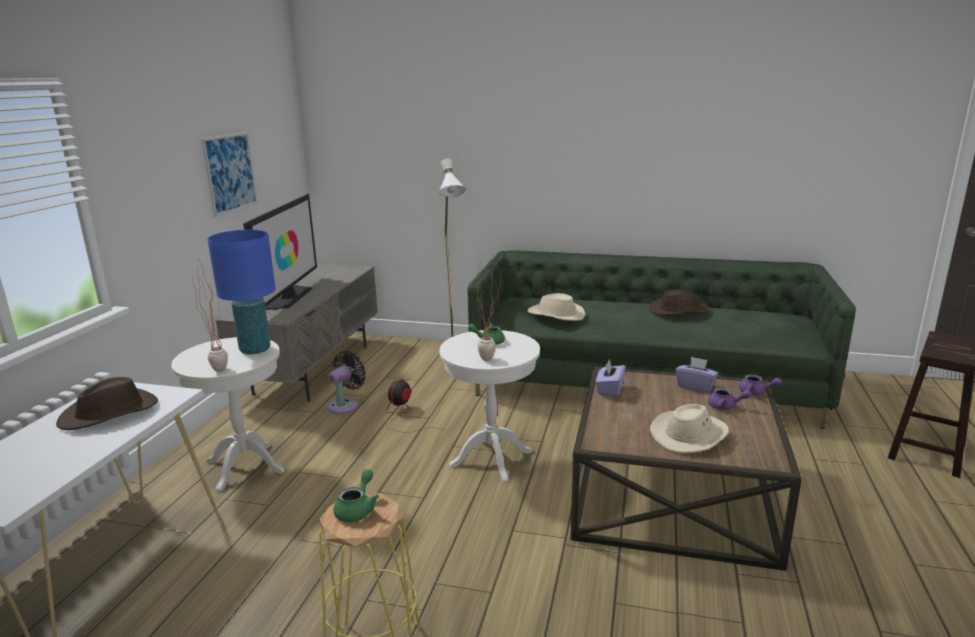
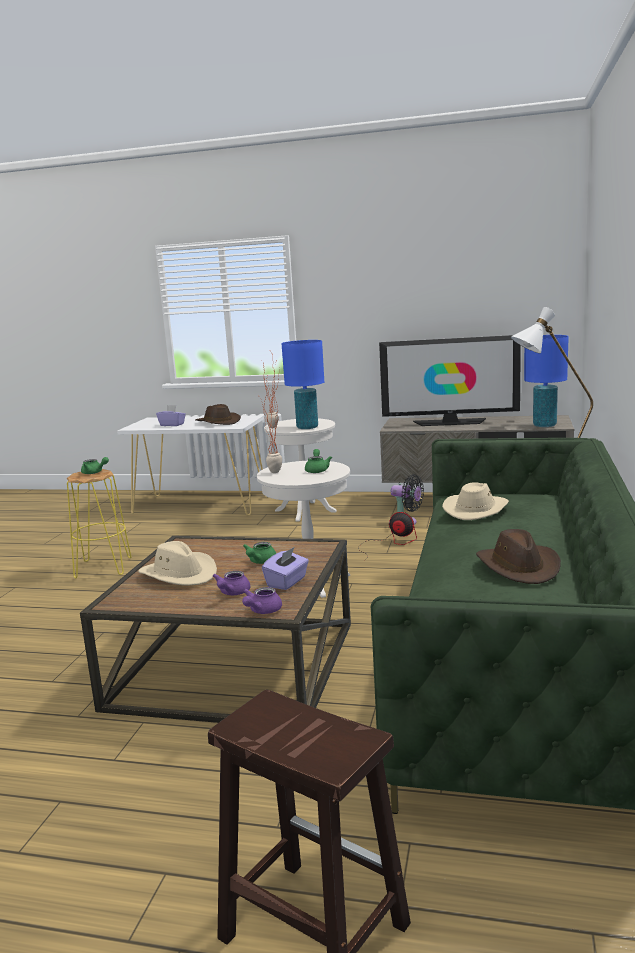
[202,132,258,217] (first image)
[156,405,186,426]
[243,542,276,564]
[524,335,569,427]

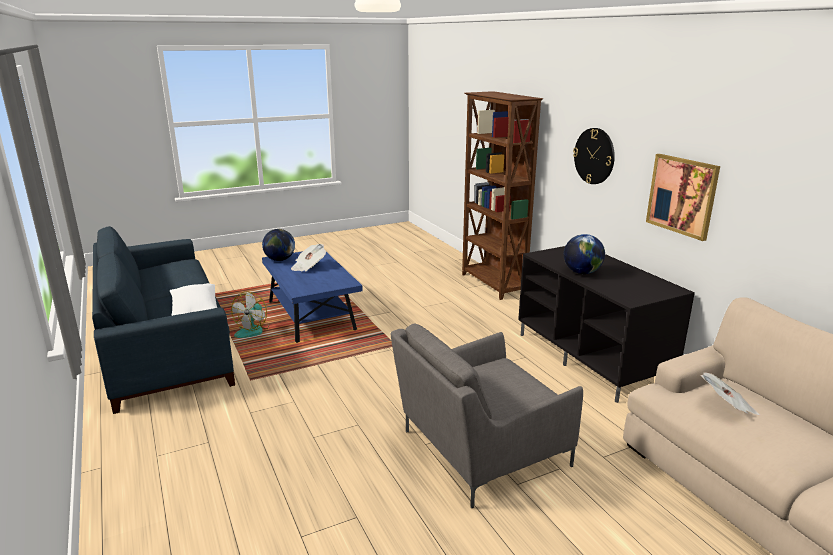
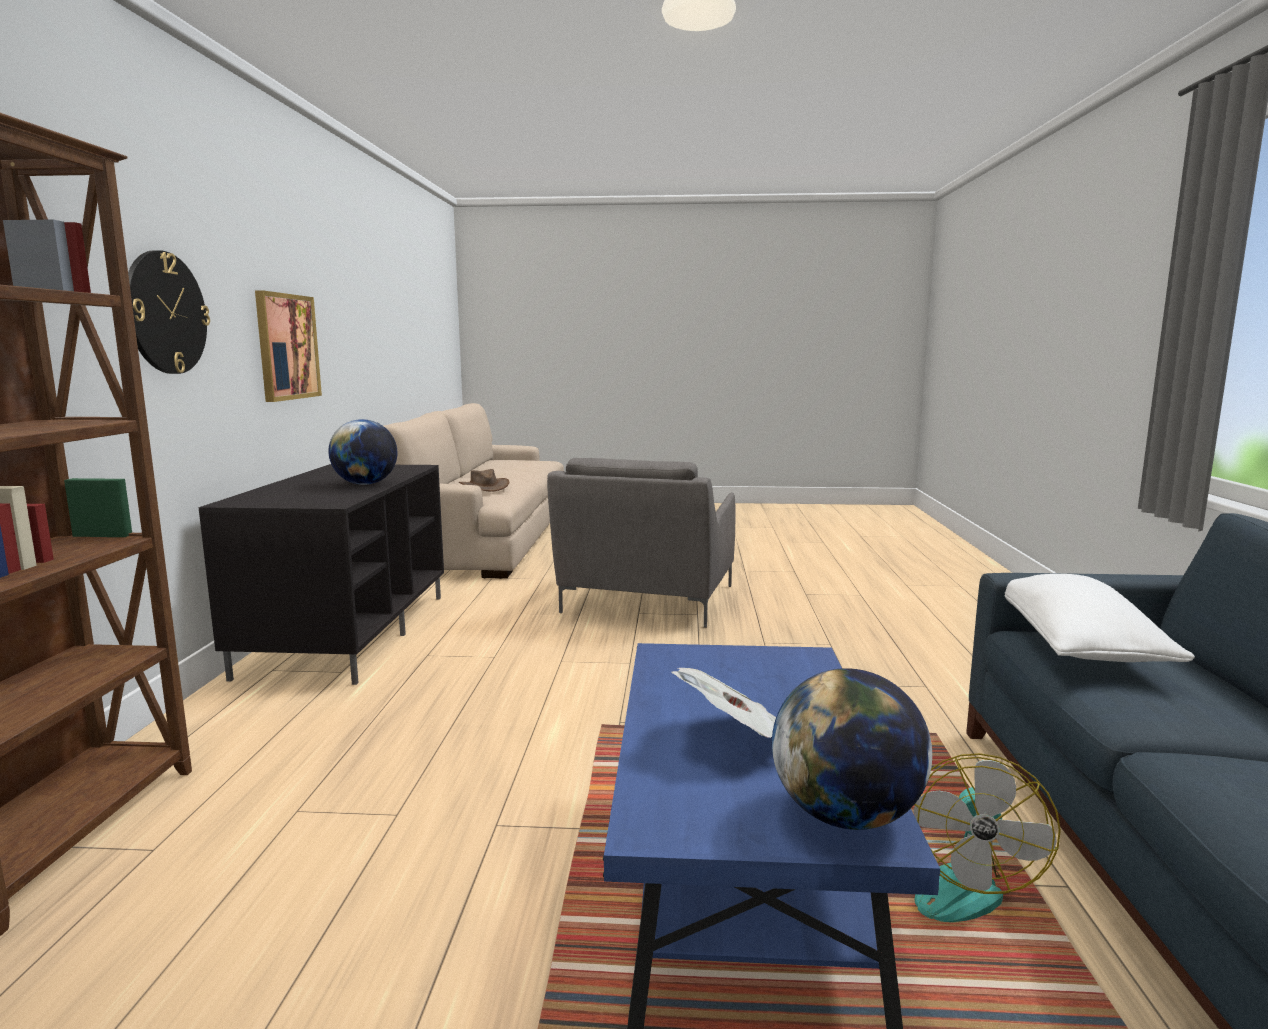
[914,753,1061,922]
[547,458,735,628]
[459,469,509,492]

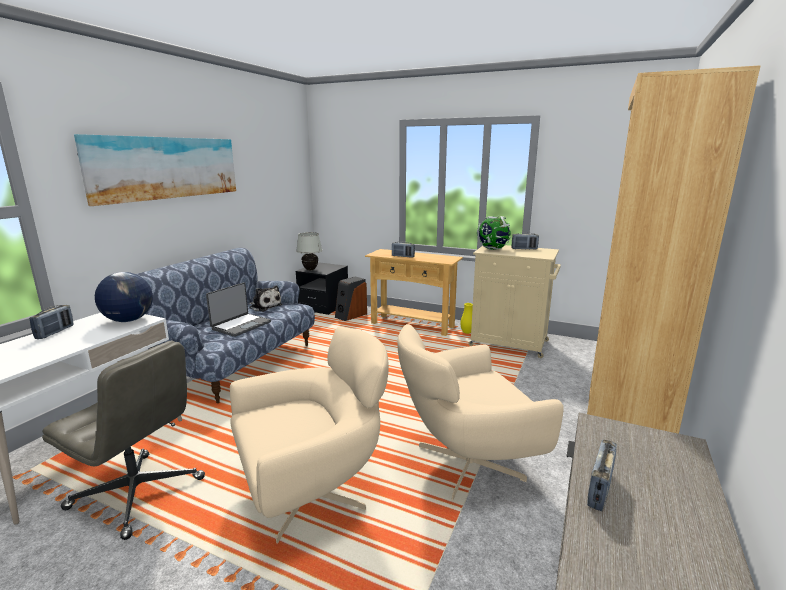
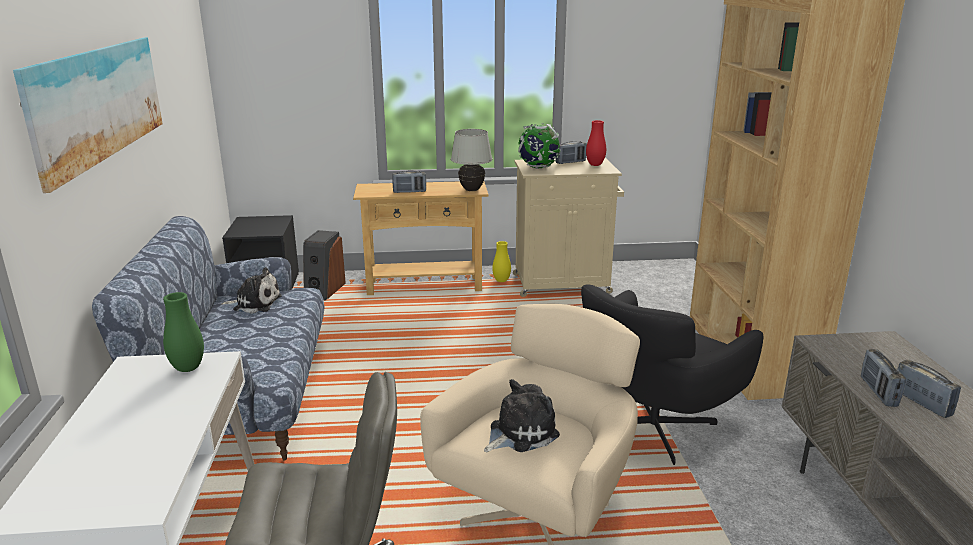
[898,360,961,418]
[163,292,204,372]
[206,282,271,337] (first image)
[451,129,492,191]
[581,284,763,465]
[484,379,560,452]
[586,120,606,166]

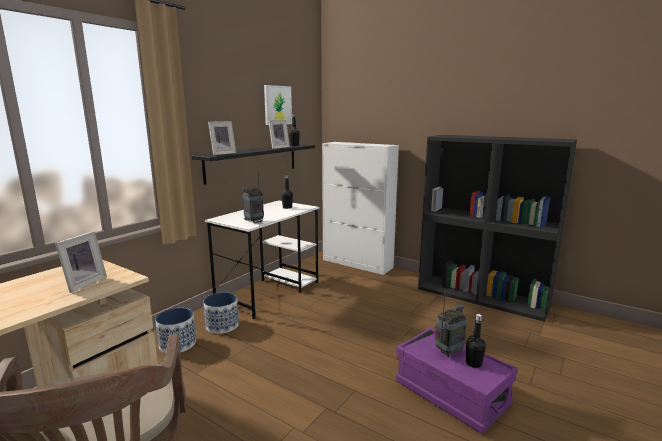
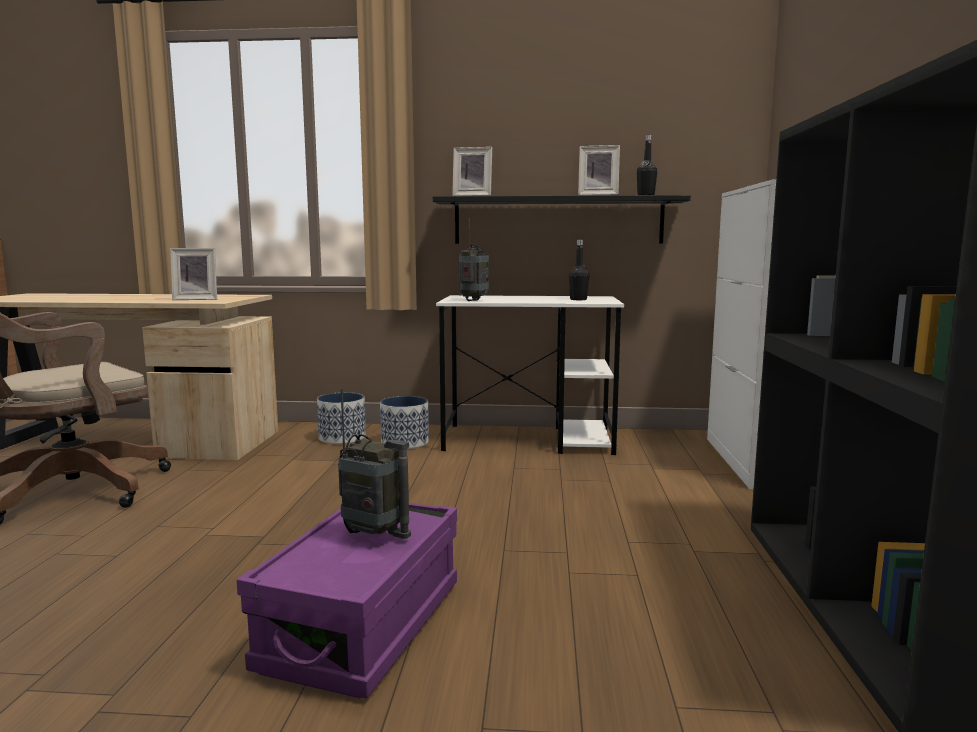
[264,85,292,125] (first image)
[466,314,486,368] (first image)

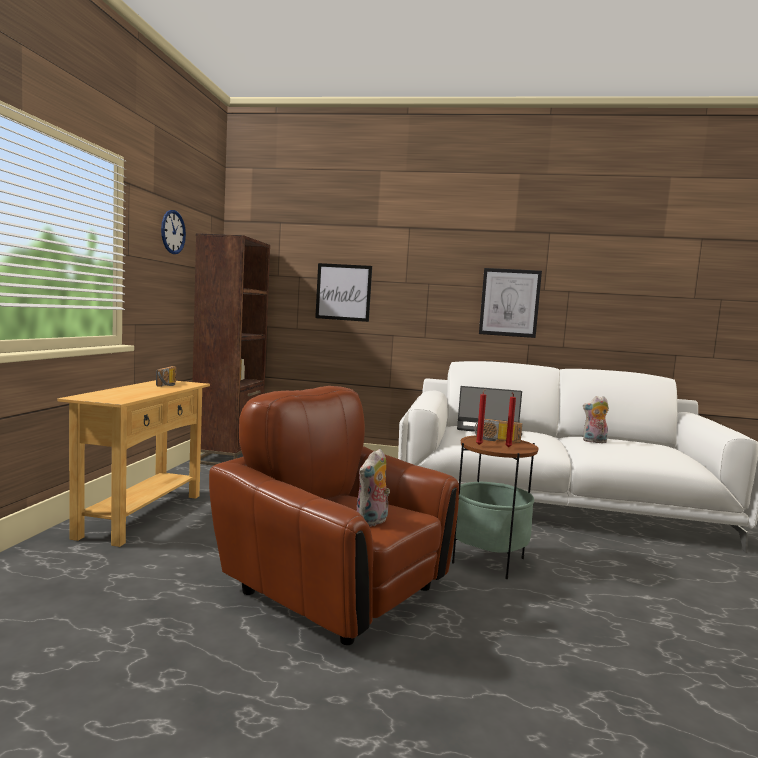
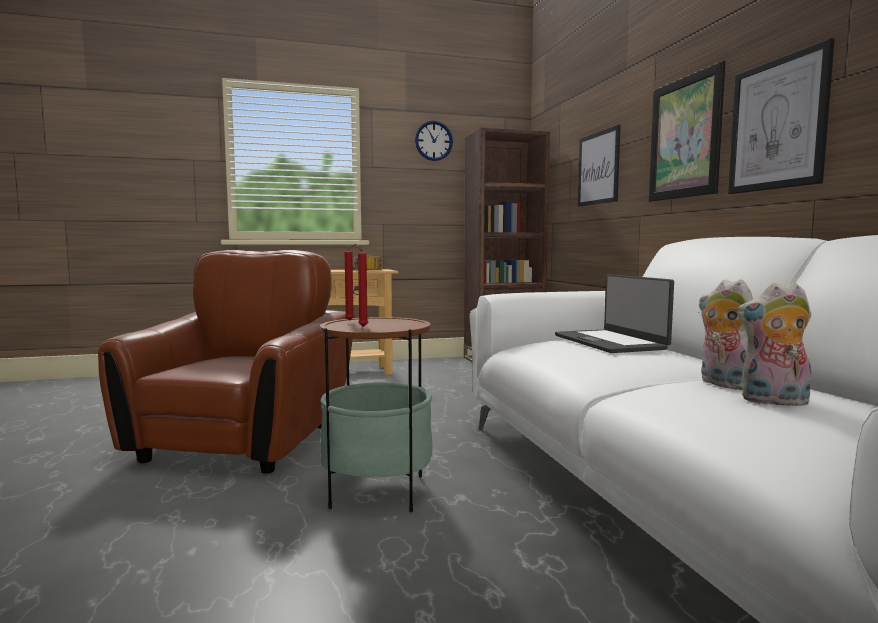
[737,282,811,406]
[475,419,522,443] (first image)
[649,61,726,202]

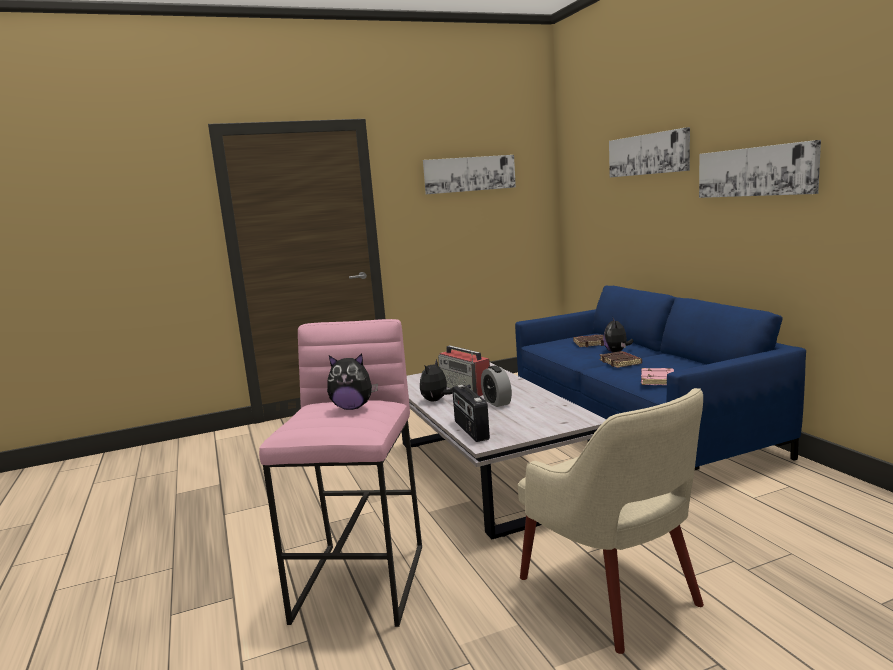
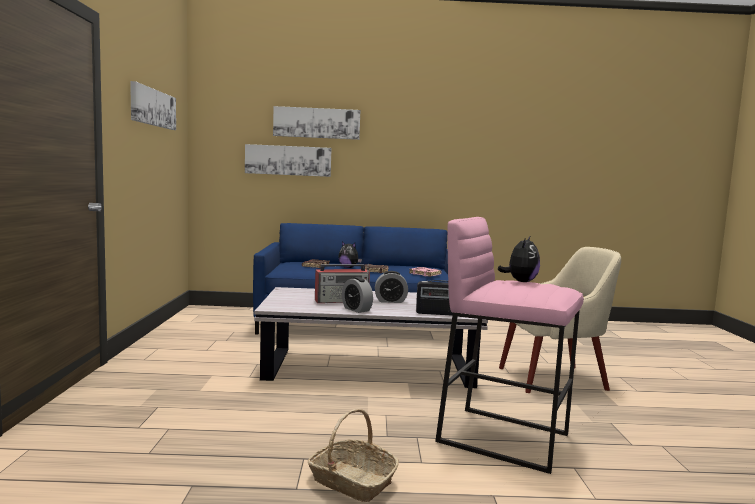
[342,277,373,313]
[245,144,332,177]
[308,409,399,502]

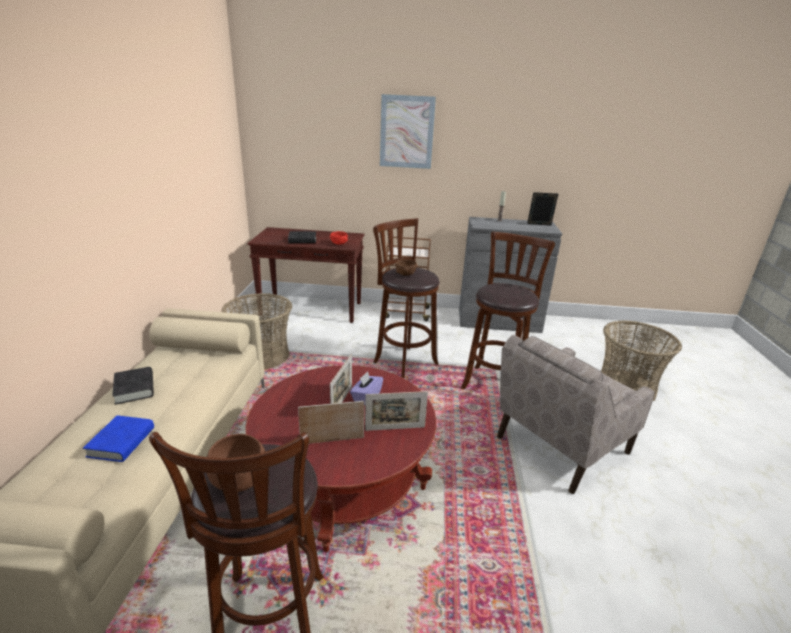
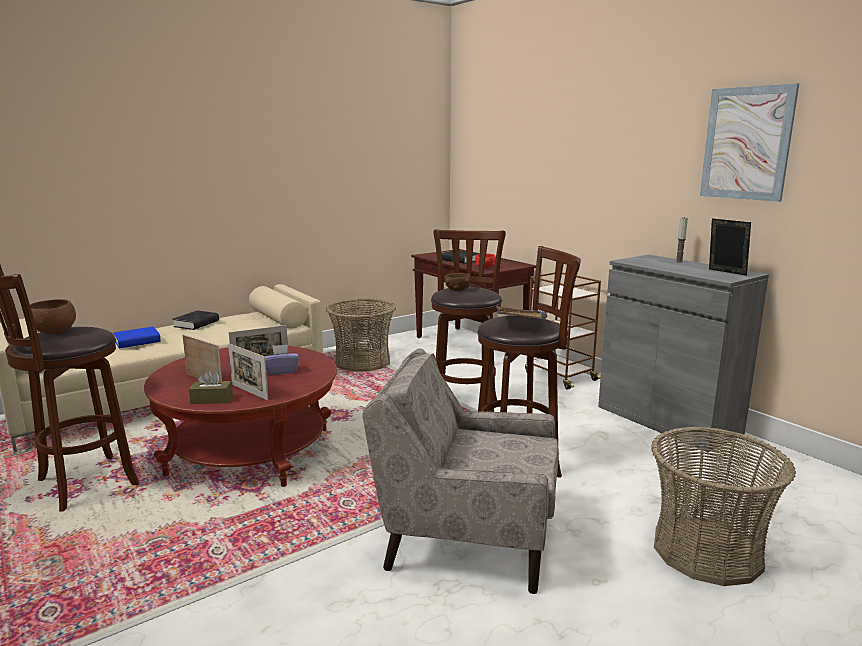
[700,83,799,202]
[189,371,233,404]
[497,306,547,319]

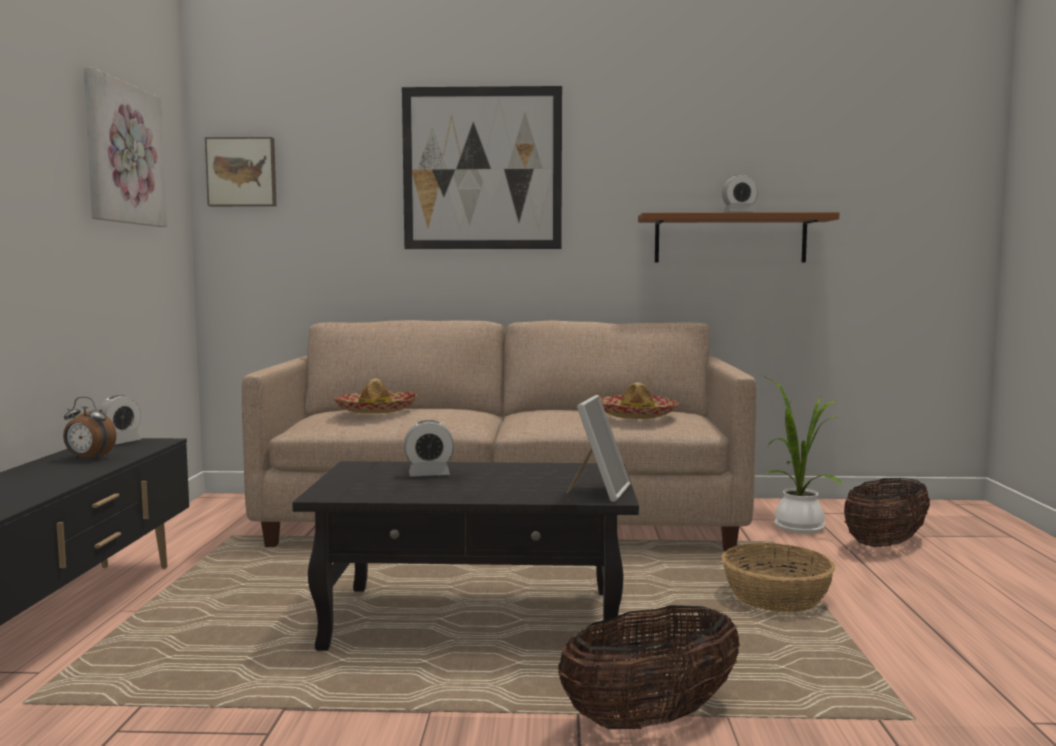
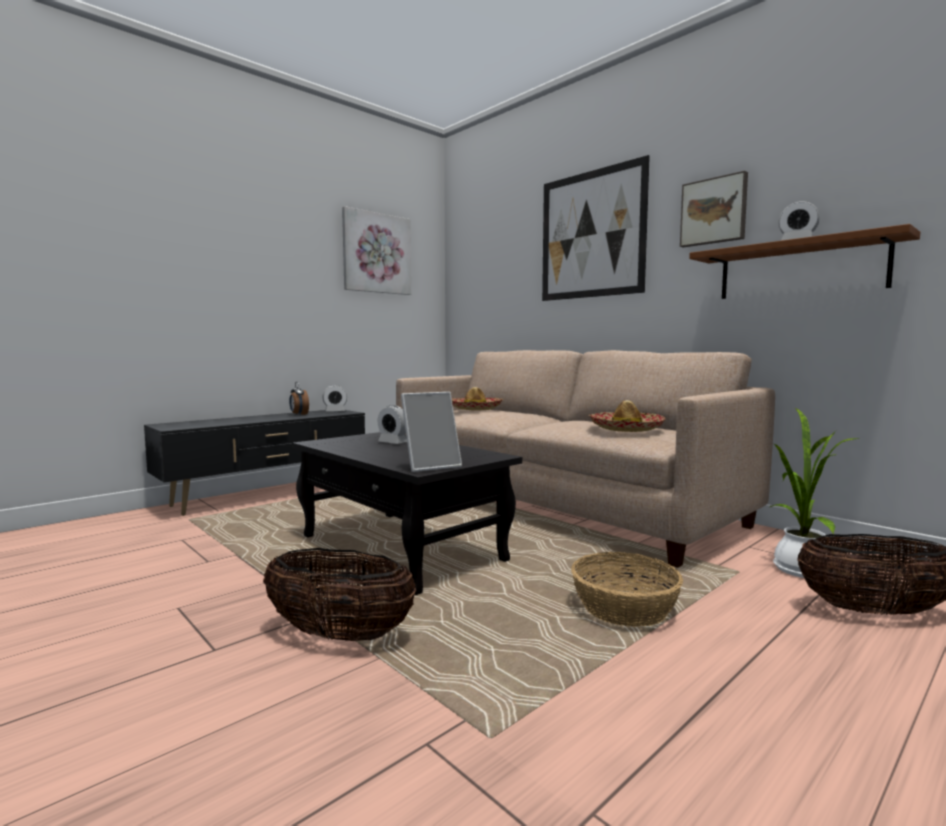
[680,171,748,248]

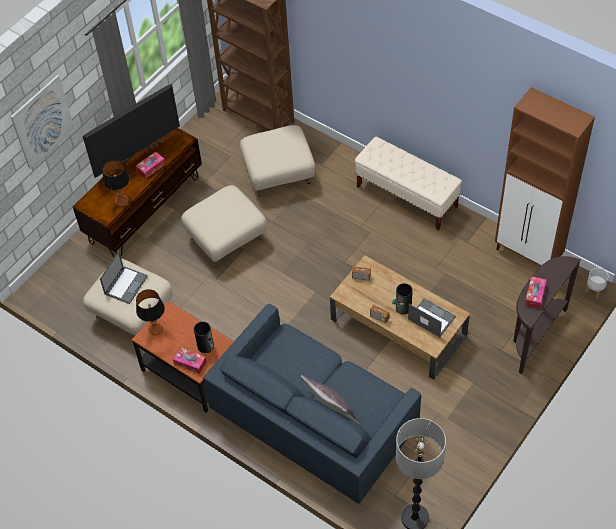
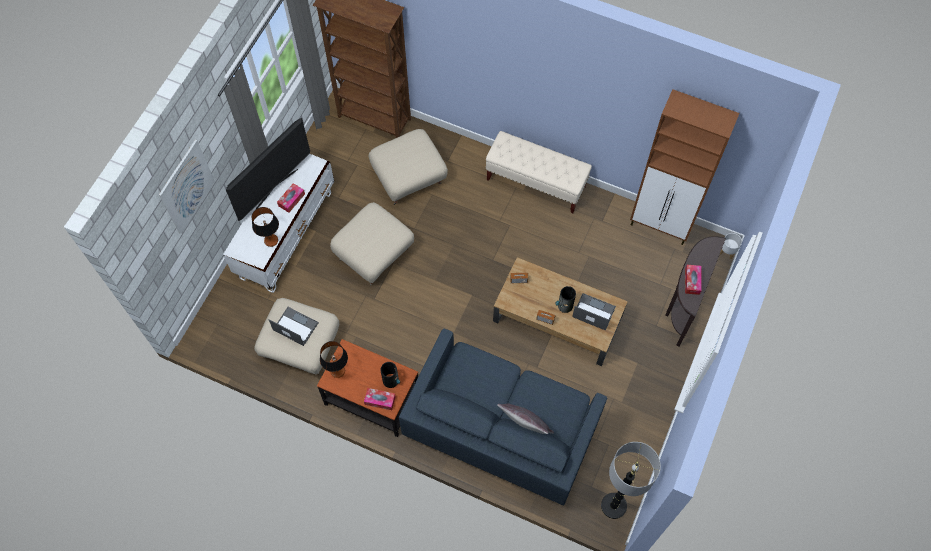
[223,154,334,293]
[268,307,319,346]

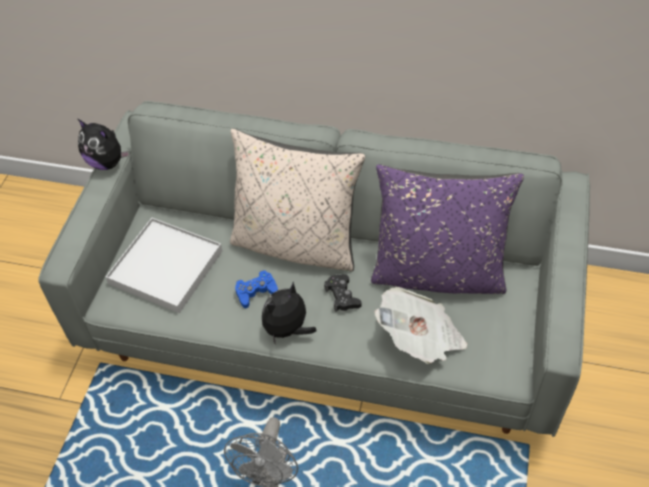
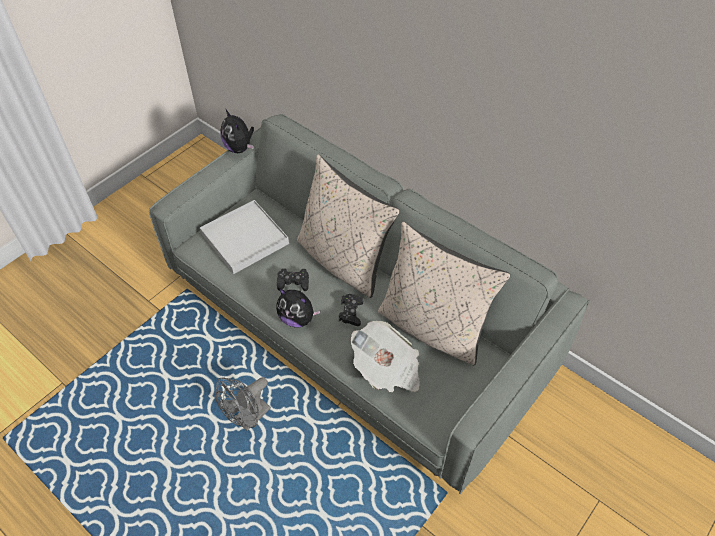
[277,268,309,291]
[276,288,320,328]
[378,222,510,366]

